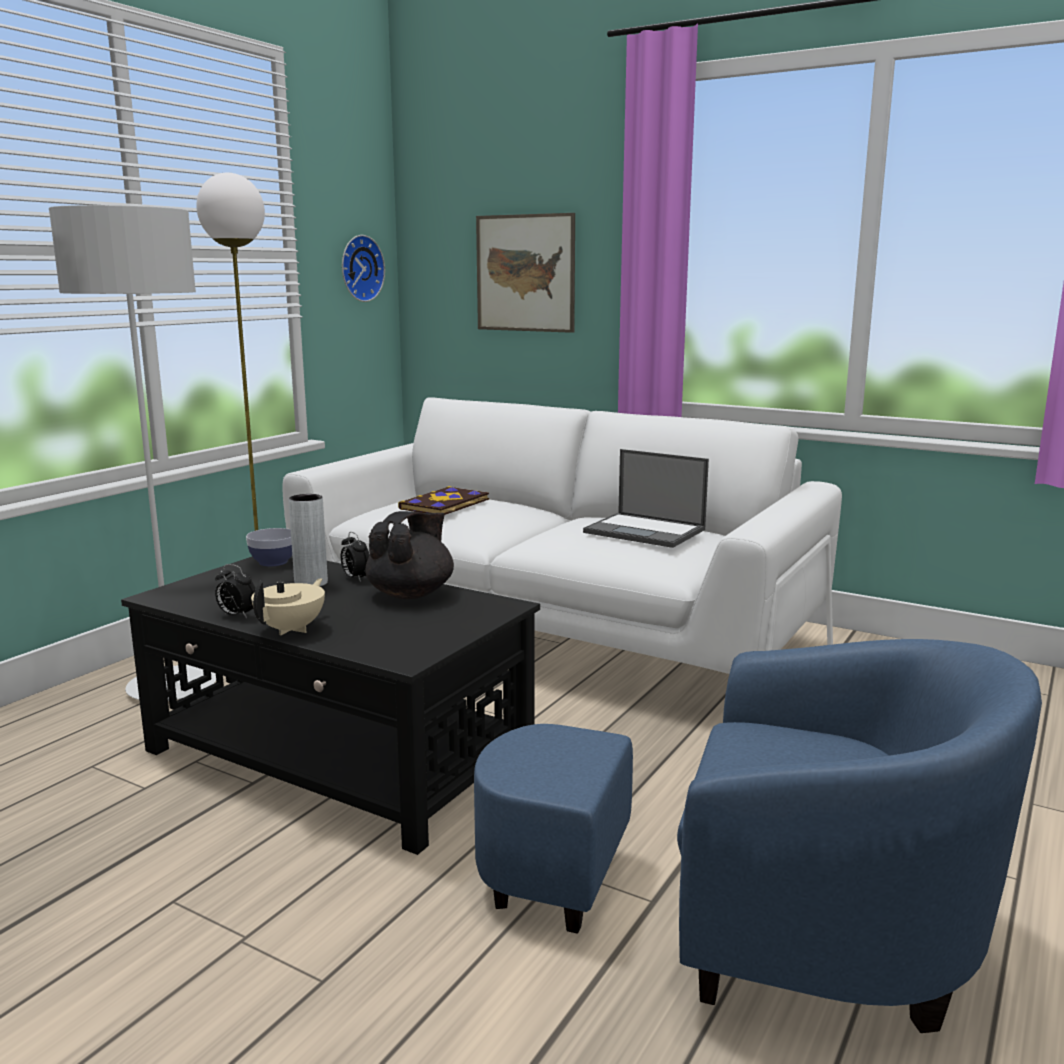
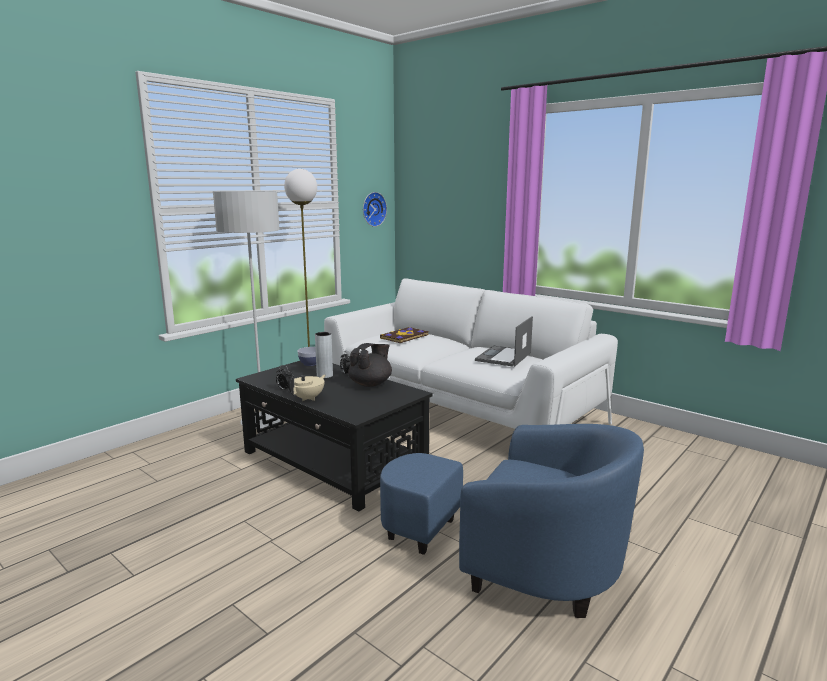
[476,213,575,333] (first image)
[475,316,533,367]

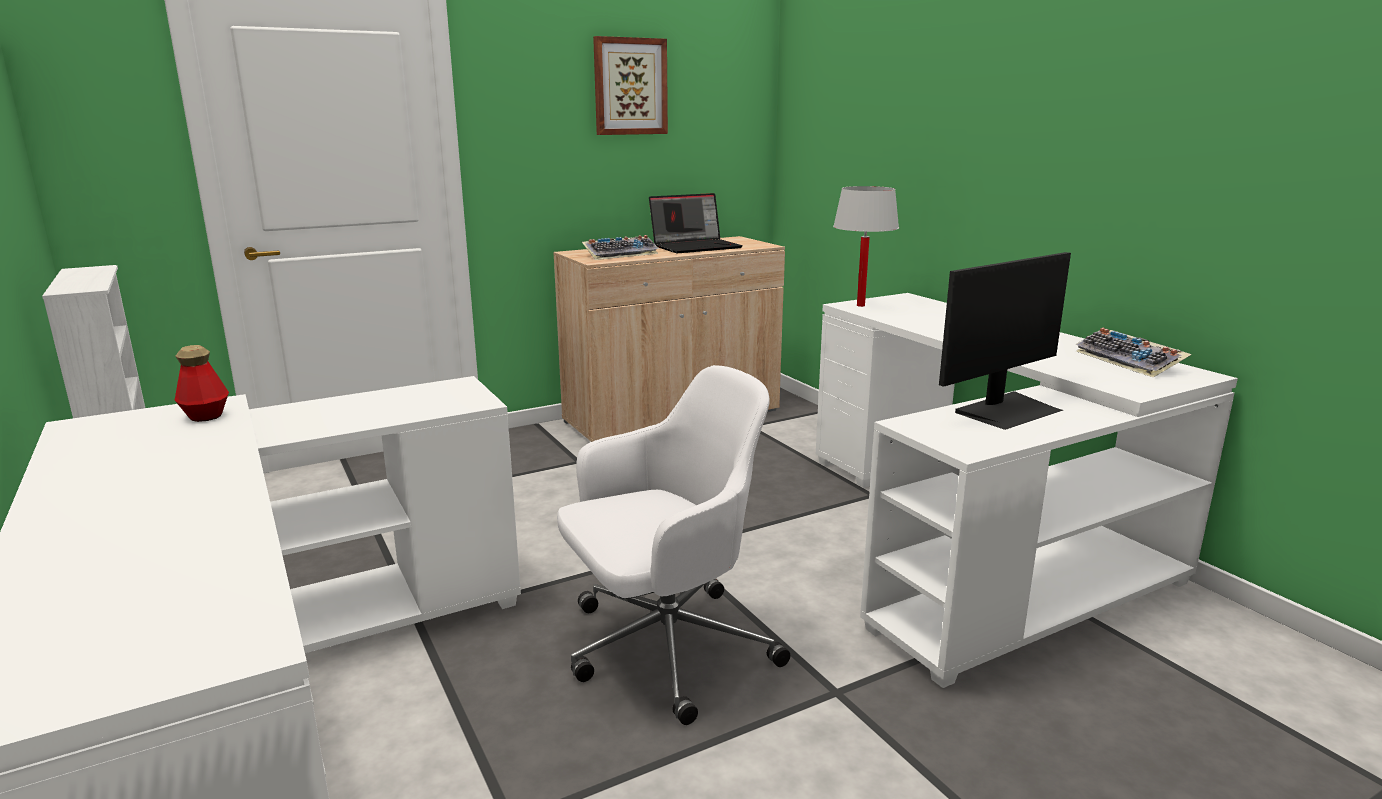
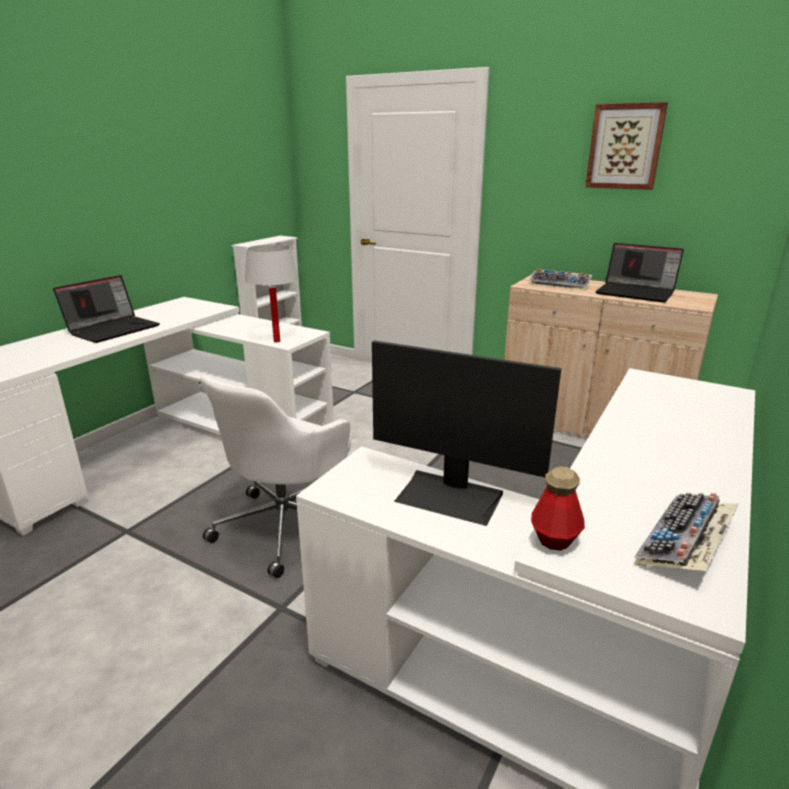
[531,467,585,551]
[200,375,351,578]
[244,244,298,343]
[53,275,160,343]

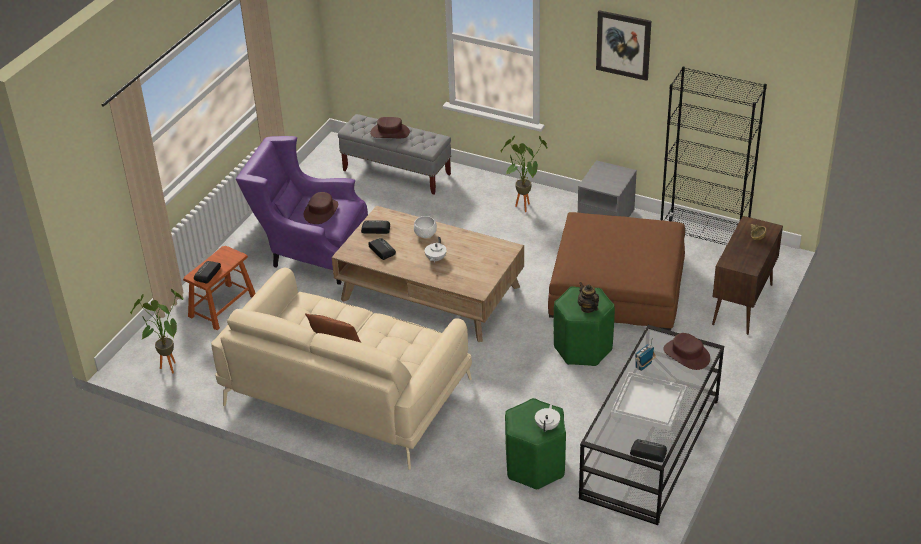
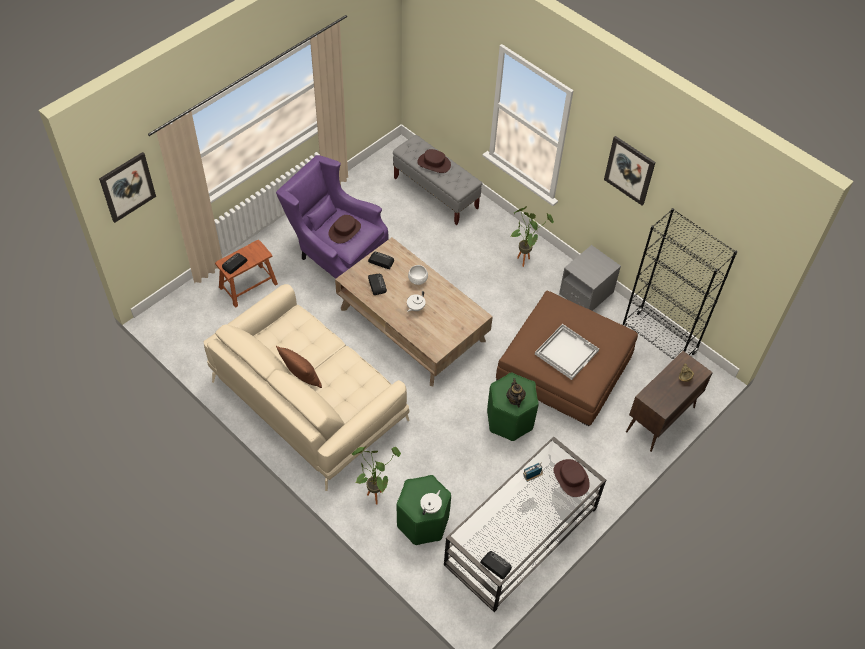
[352,446,401,505]
[535,324,599,380]
[99,152,156,223]

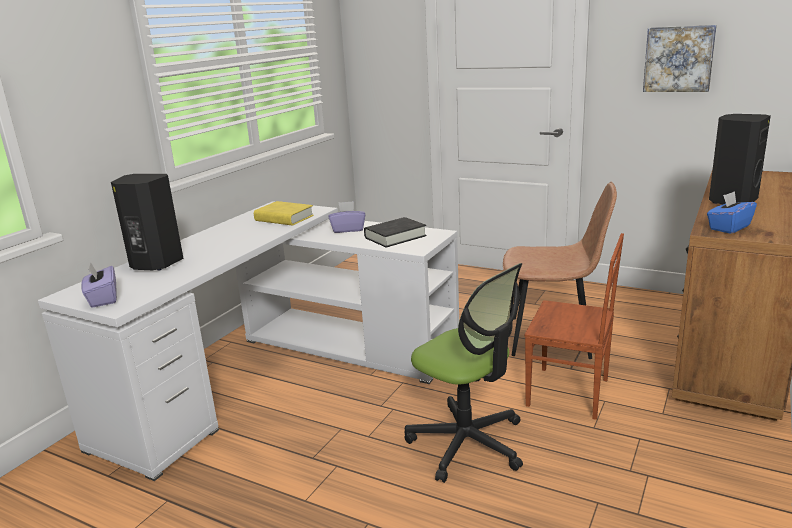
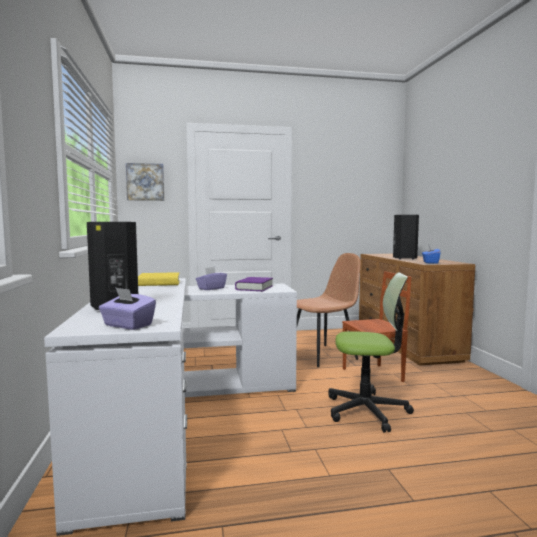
[235,277,273,291]
[126,163,164,201]

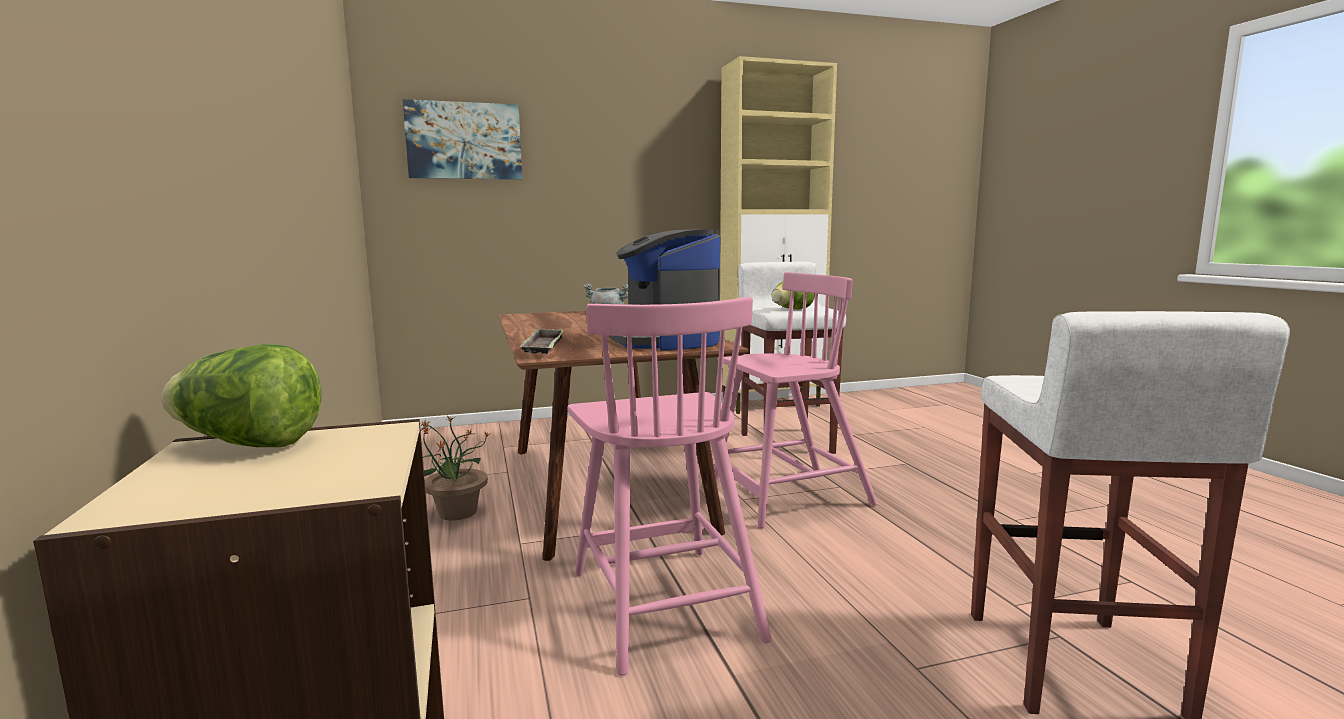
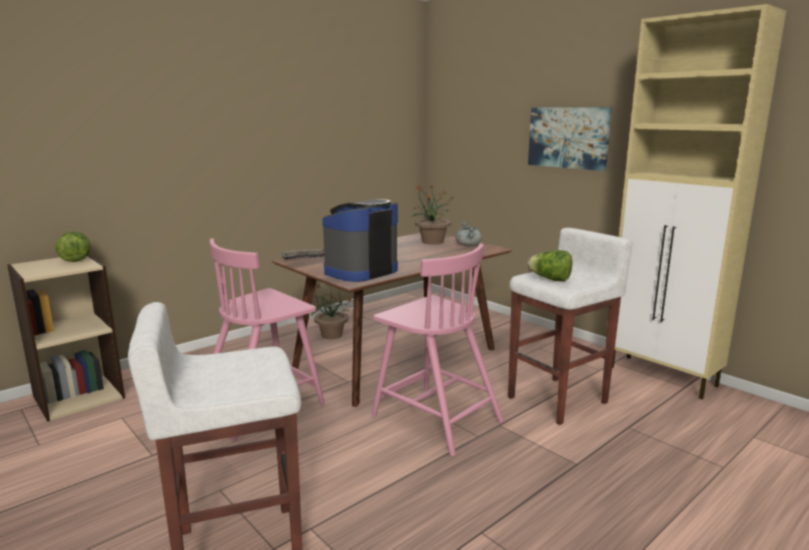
[528,107,612,171]
[412,185,453,244]

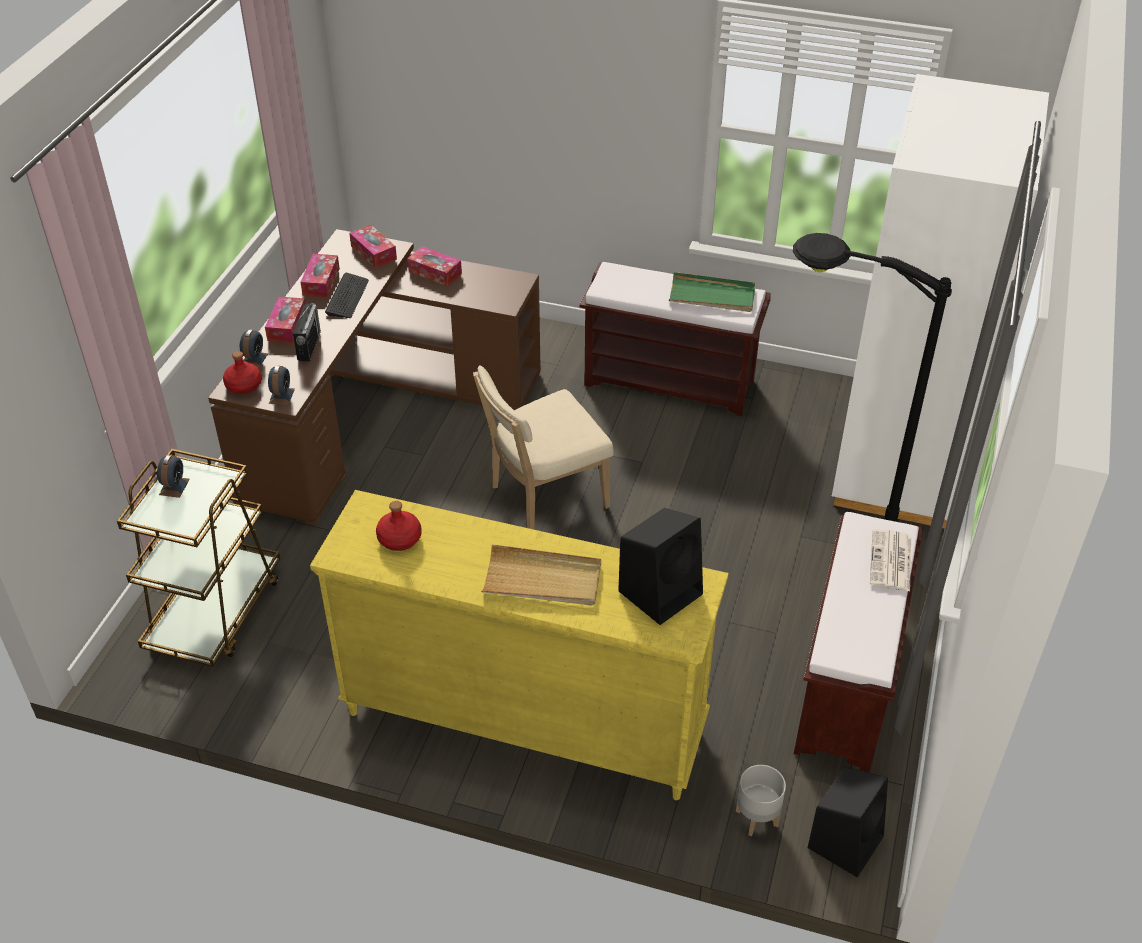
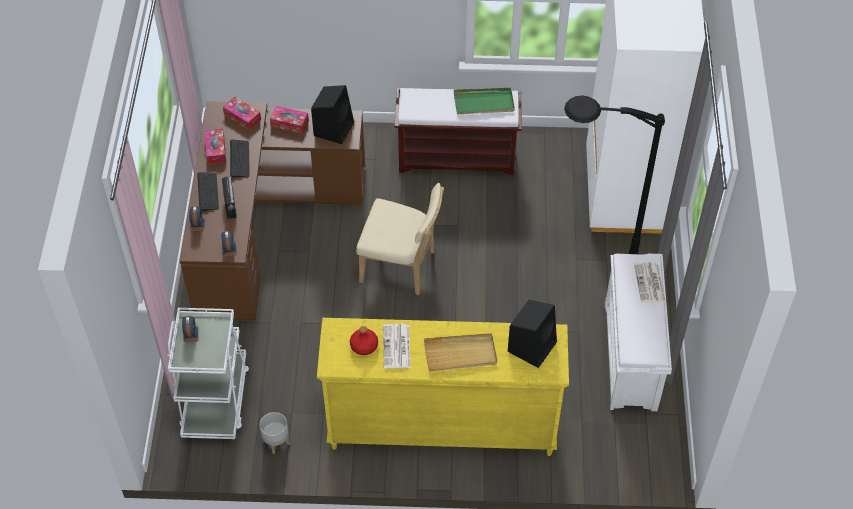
[167,308,249,439]
[223,351,262,394] (first image)
[197,172,219,211]
[356,183,444,295]
[260,412,290,454]
[605,254,672,411]
[311,85,354,144]
[383,324,411,369]

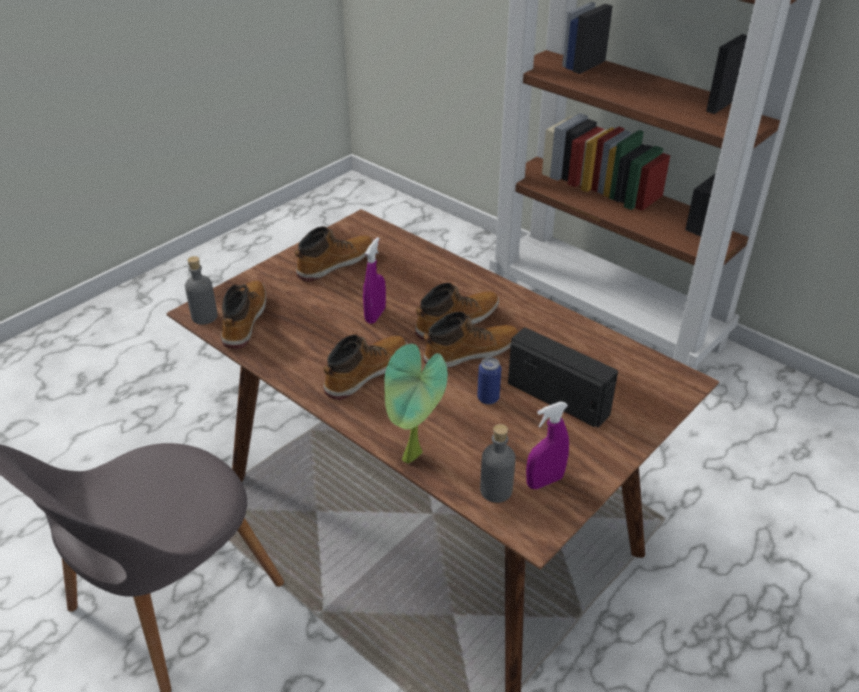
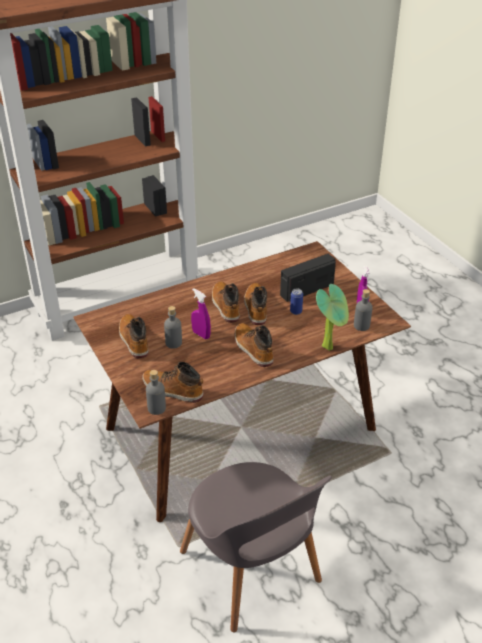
[164,306,182,349]

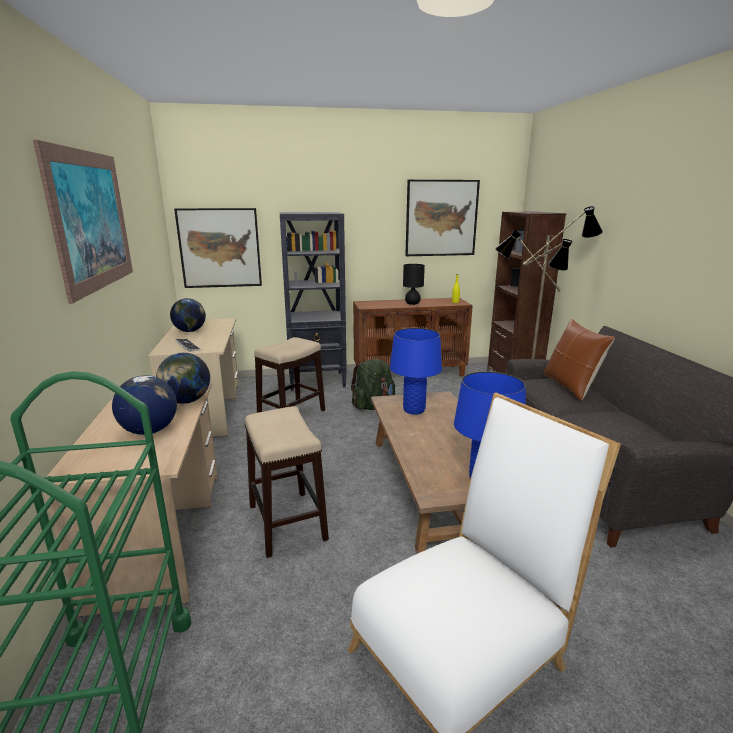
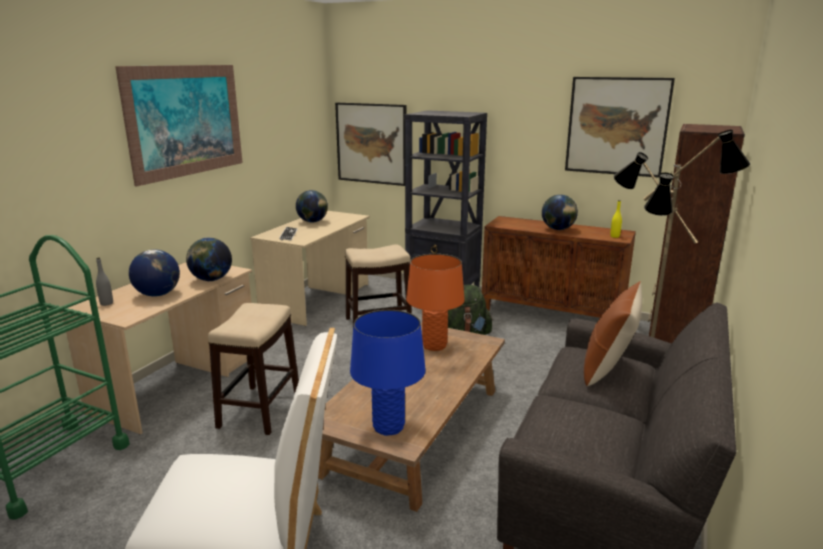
[406,254,465,351]
[542,195,578,230]
[96,258,113,306]

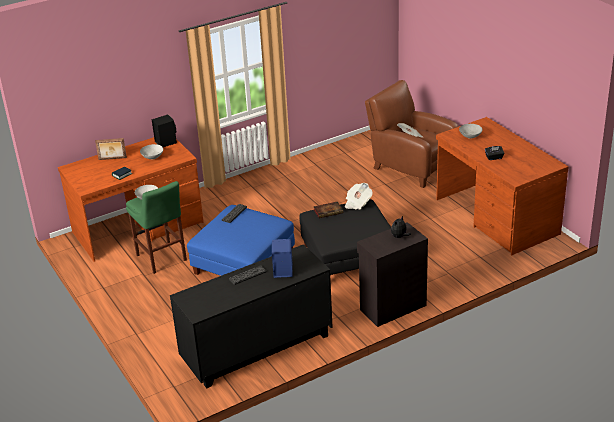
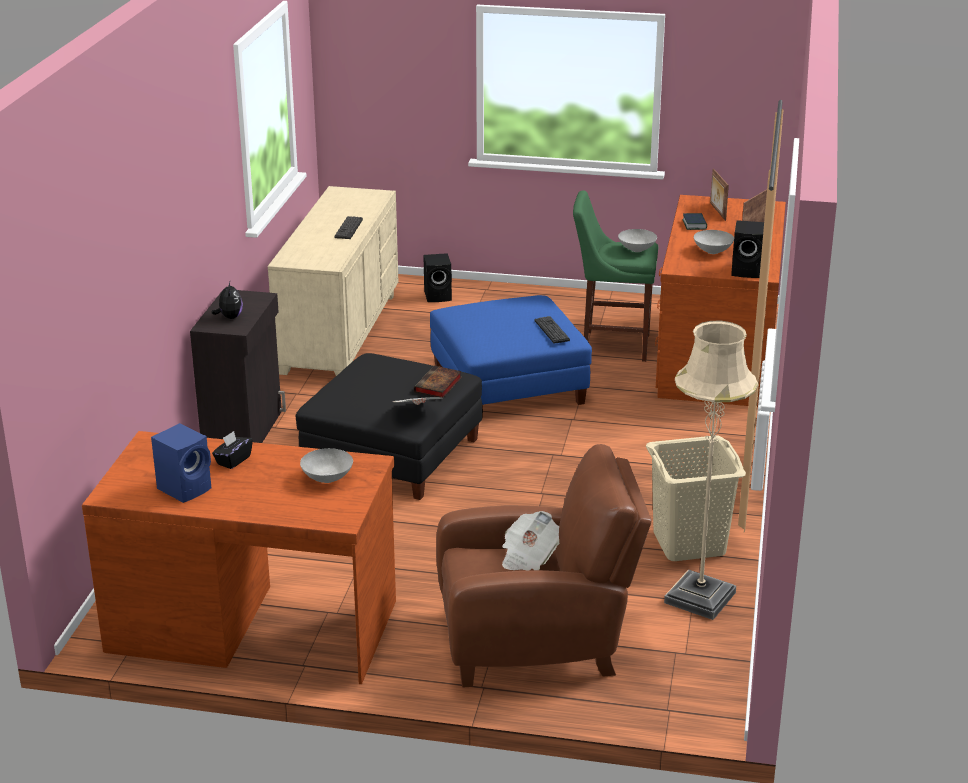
[268,186,398,376]
[151,423,211,503]
[423,253,452,302]
[646,435,746,561]
[664,321,758,620]
[710,169,729,221]

